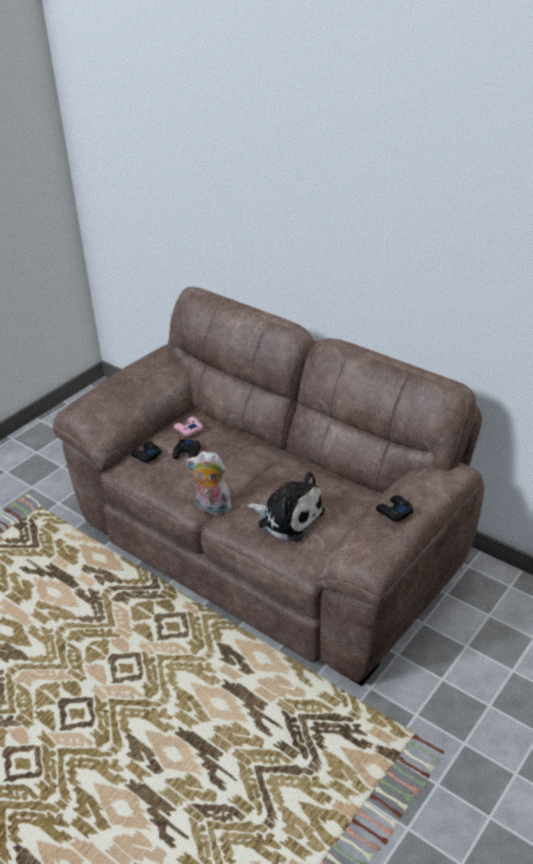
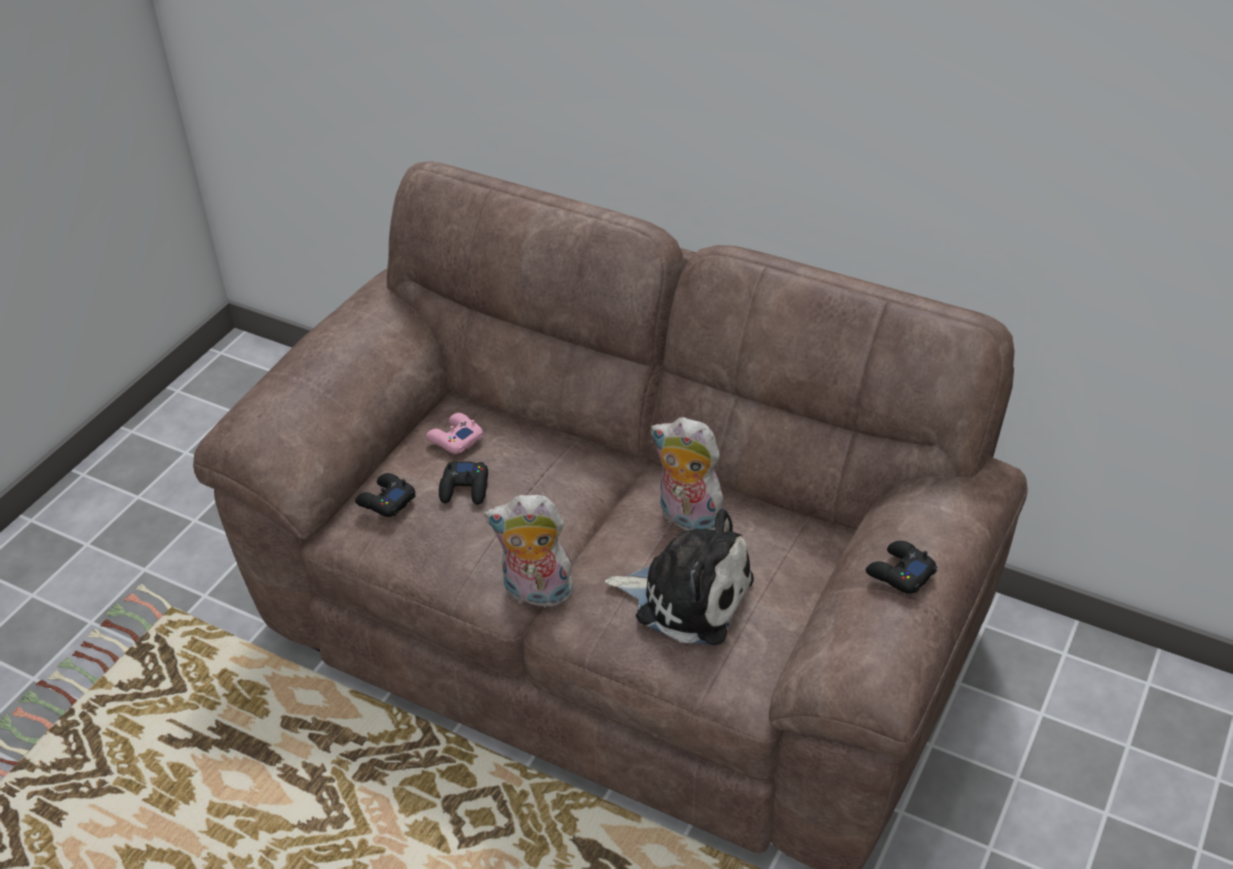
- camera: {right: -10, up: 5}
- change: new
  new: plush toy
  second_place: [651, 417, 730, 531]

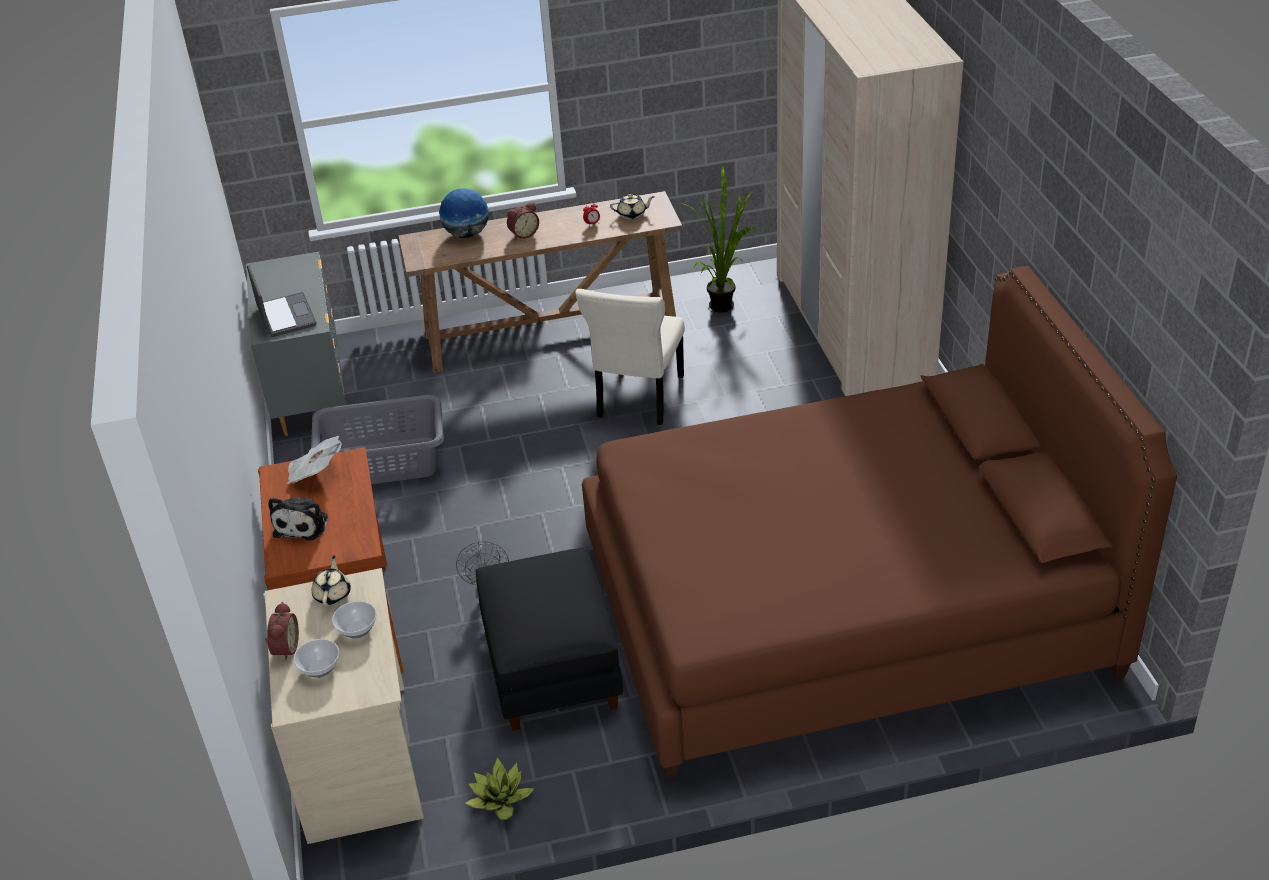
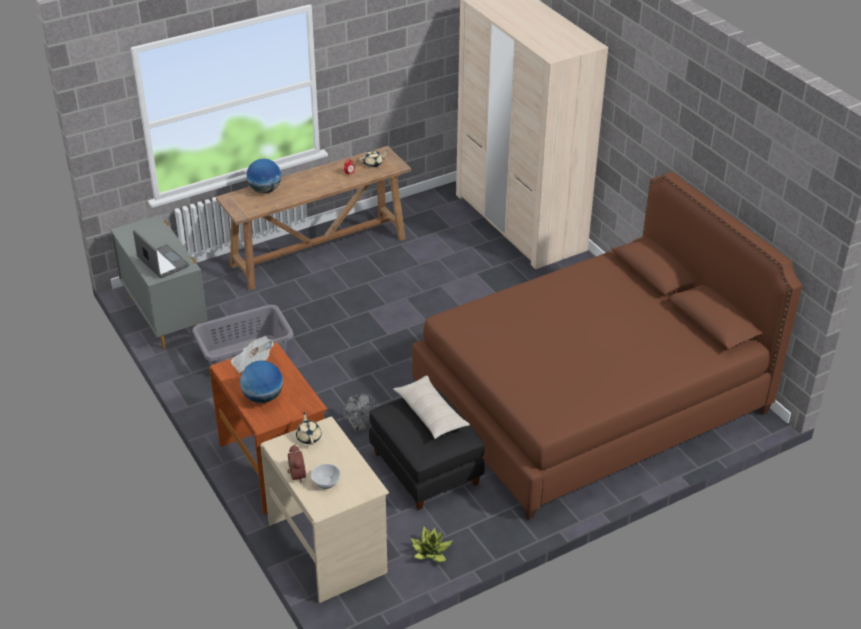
- camera: {right: -20, up: 0}
- change: gone
  old: potted plant
  first_place: [679, 166, 756, 313]
- change: gone
  old: alarm clock
  first_place: [507, 202, 539, 240]
- change: gone
  old: beige chair
  first_place: [575, 289, 685, 425]
- change: swapped
  old: plush toy
  new: globe
  first_place: [268, 497, 328, 541]
  second_place: [240, 361, 283, 403]
- change: gone
  old: bowl
  first_place: [332, 601, 377, 639]
- change: new
  new: beige pillow
  second_place: [393, 376, 470, 439]

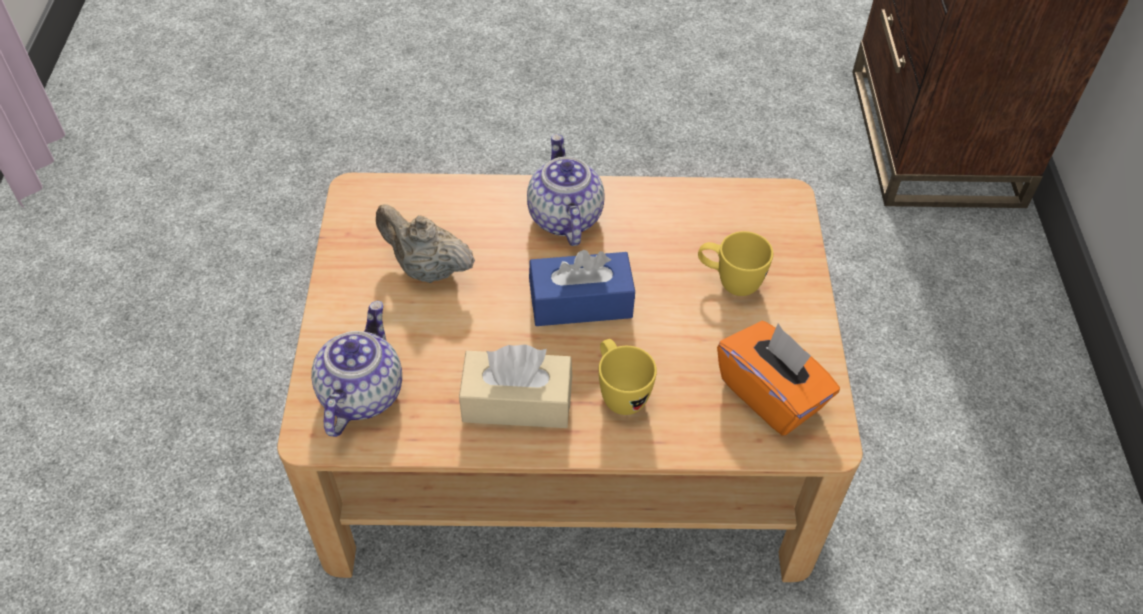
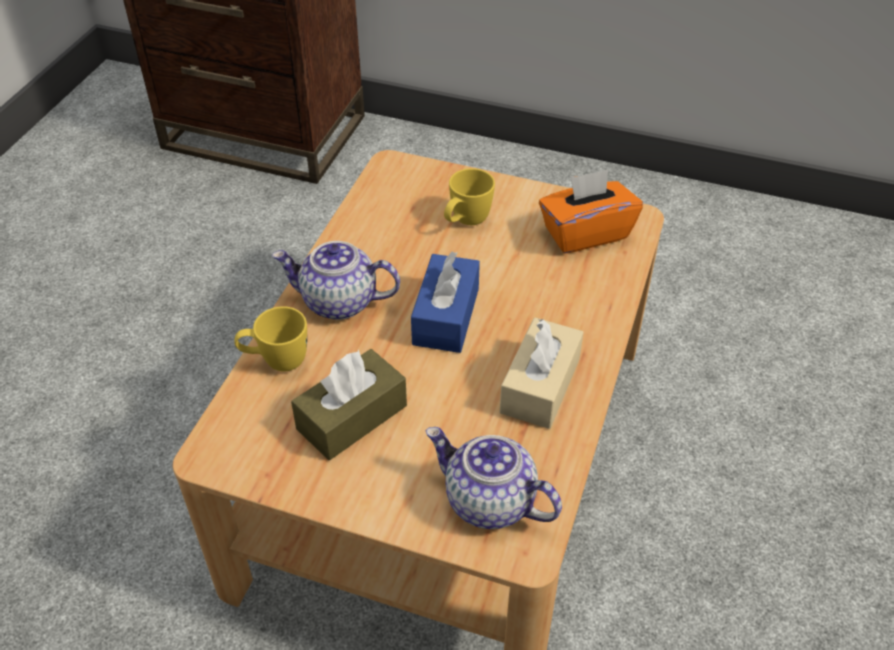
- camera: {right: -70, up: -5}
- change: swapped
  old: beige teapot
  new: brown tissue box
  first_place: [376, 204, 475, 283]
  second_place: [291, 349, 407, 460]
- change: shifted
  old: yellow mug
  first_place: [599, 339, 657, 415]
  second_place: [234, 306, 307, 371]

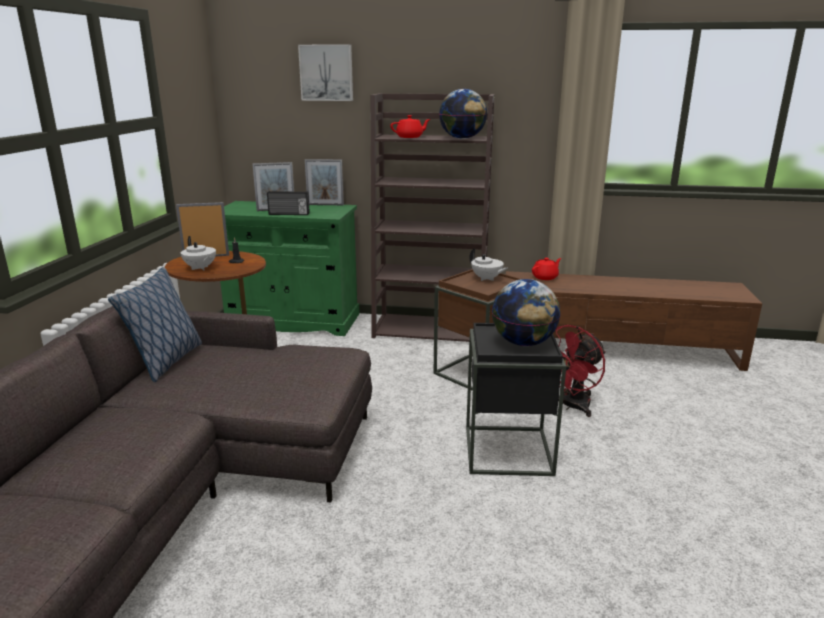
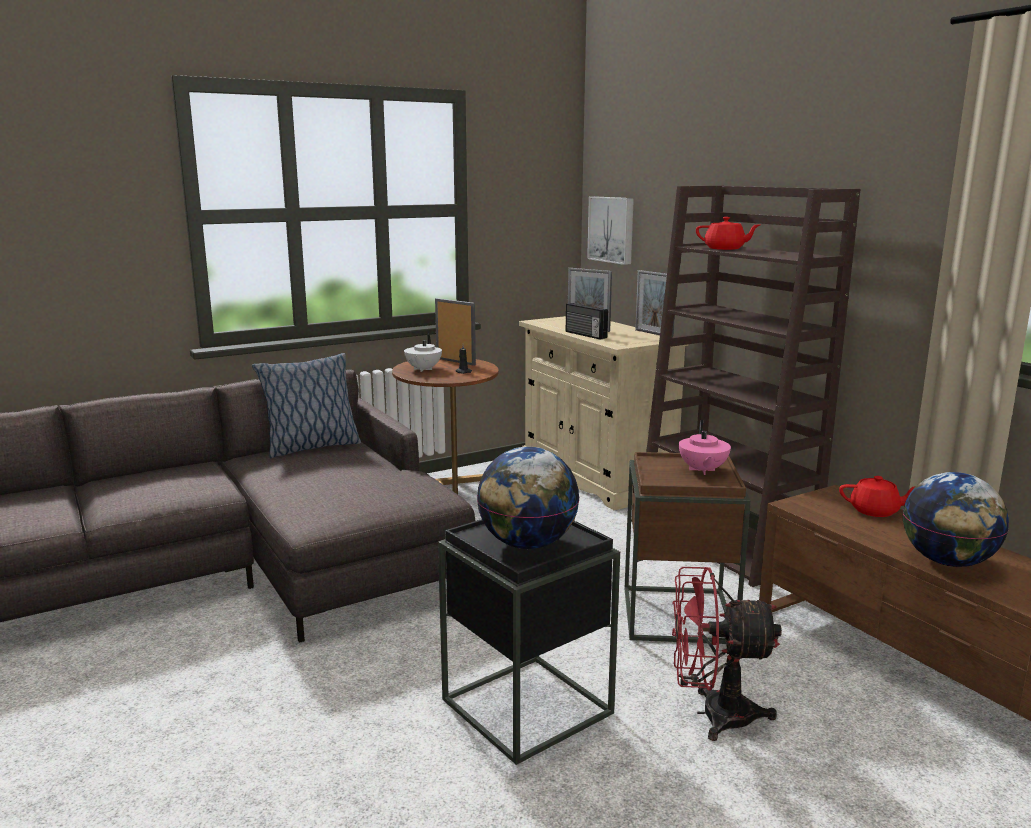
- camera: {right: 50, up: -5}
- change: shifted
  old: picture
  first_place: [298, 44, 353, 101]
  second_place: [587, 196, 634, 265]
- change: shifted
  old: globe
  first_place: [439, 89, 487, 139]
  second_place: [903, 472, 1009, 567]
- change: repainted
  old: green cabinet
  new: beige cabinet
  first_place: [220, 201, 360, 336]
  second_place: [519, 316, 688, 510]
- change: repainted
  old: white teapot
  new: pink teapot
  first_place: [470, 248, 508, 281]
  second_place: [679, 420, 731, 475]

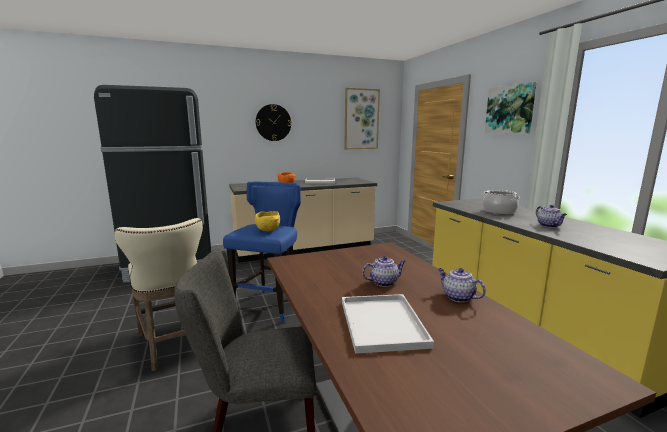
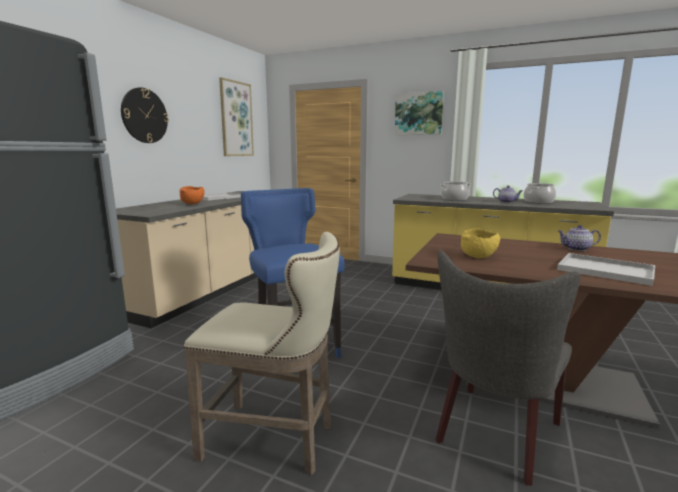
- camera: {right: -45, up: 0}
- change: shifted
  old: yellow bowl
  first_place: [255, 211, 280, 231]
  second_place: [461, 229, 500, 258]
- change: gone
  old: teapot
  first_place: [362, 256, 406, 287]
- change: new
  new: cooking pot
  second_place: [523, 183, 556, 204]

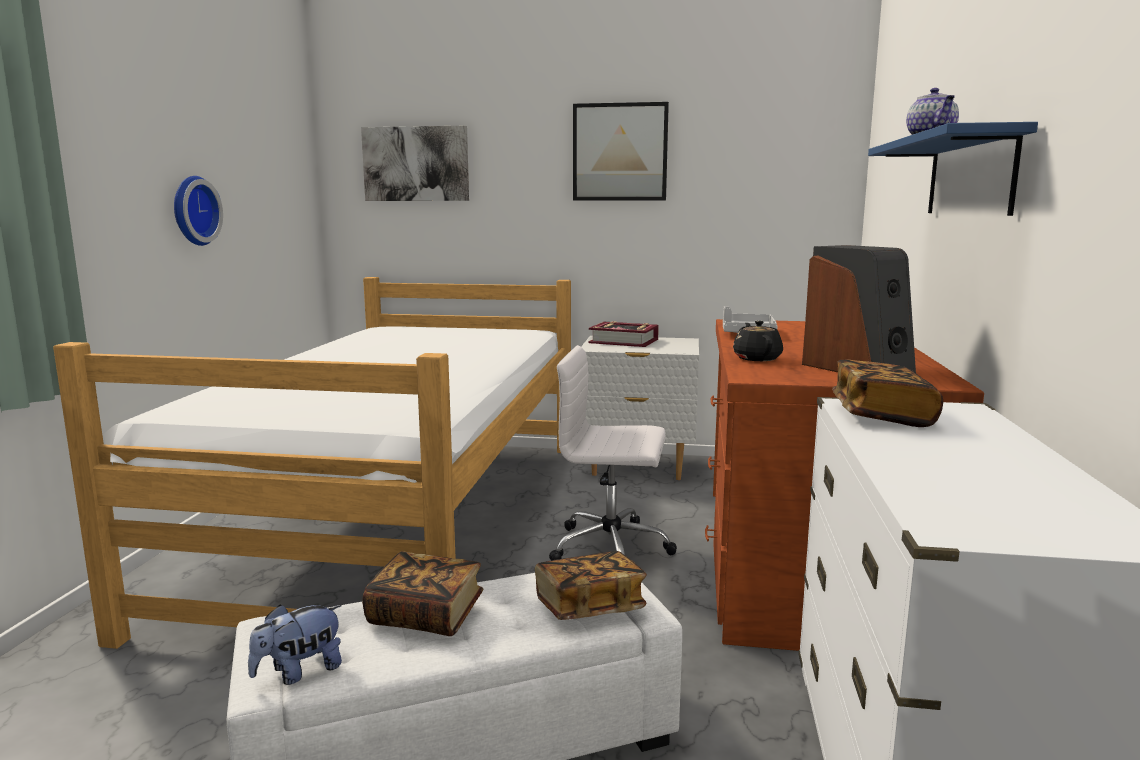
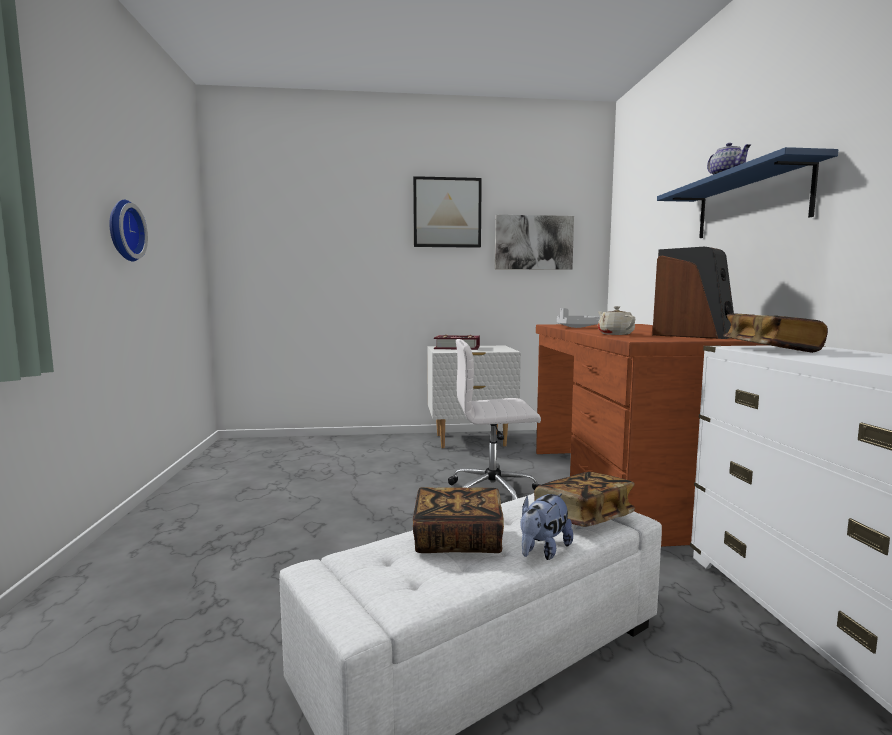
- camera: {right: -15, up: -5}
- change: shifted
  old: picture
  first_place: [361, 126, 469, 201]
  second_place: [495, 215, 574, 270]
- change: gone
  old: bed
  first_place: [53, 277, 571, 649]
- change: repainted
  old: black teapot
  new: beige teapot
  first_place: [733, 321, 783, 361]
  second_place: [598, 306, 635, 335]
- change: shifted
  old: plush toy
  first_place: [248, 604, 342, 685]
  second_place: [520, 494, 573, 560]

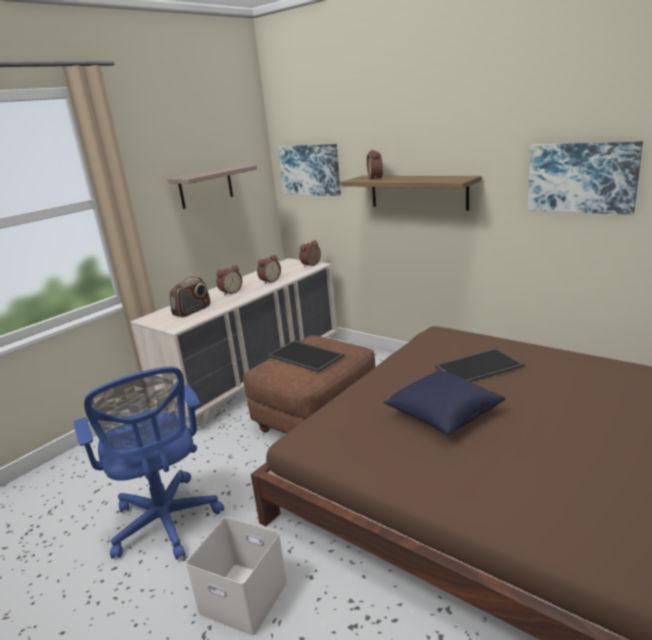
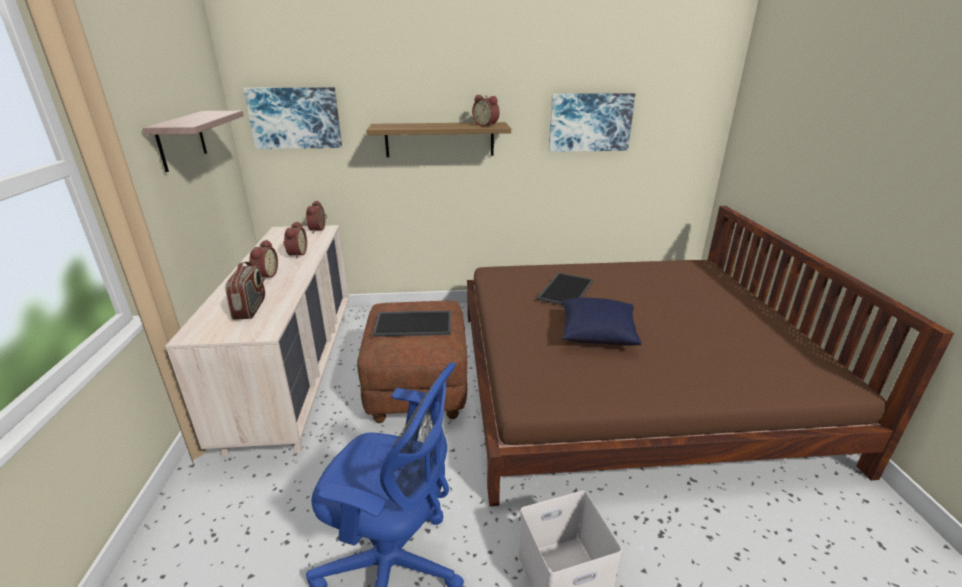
- camera: {right: -45, up: 5}
- change: shifted
  old: alarm clock
  first_place: [367, 150, 383, 180]
  second_place: [472, 95, 500, 127]

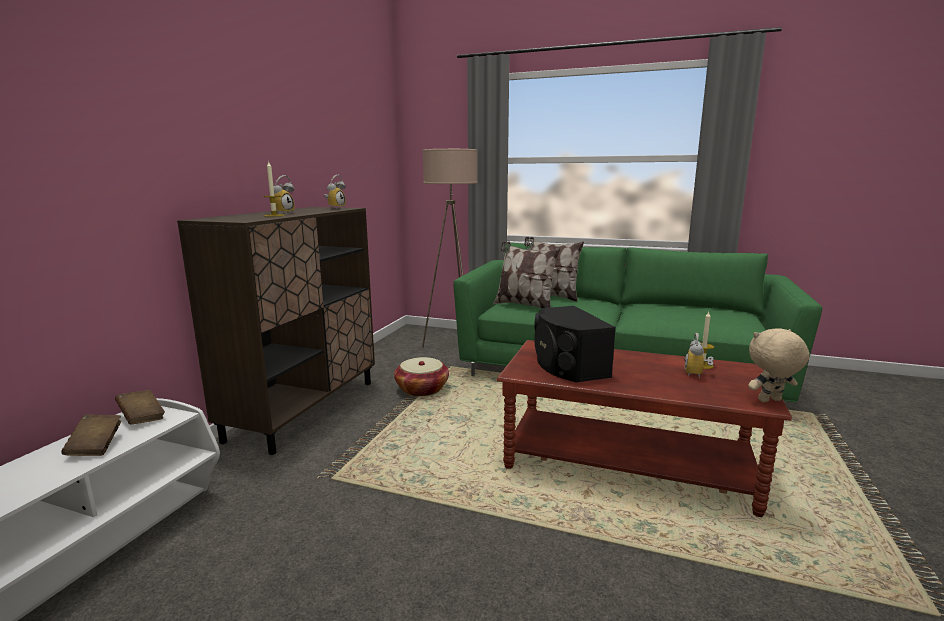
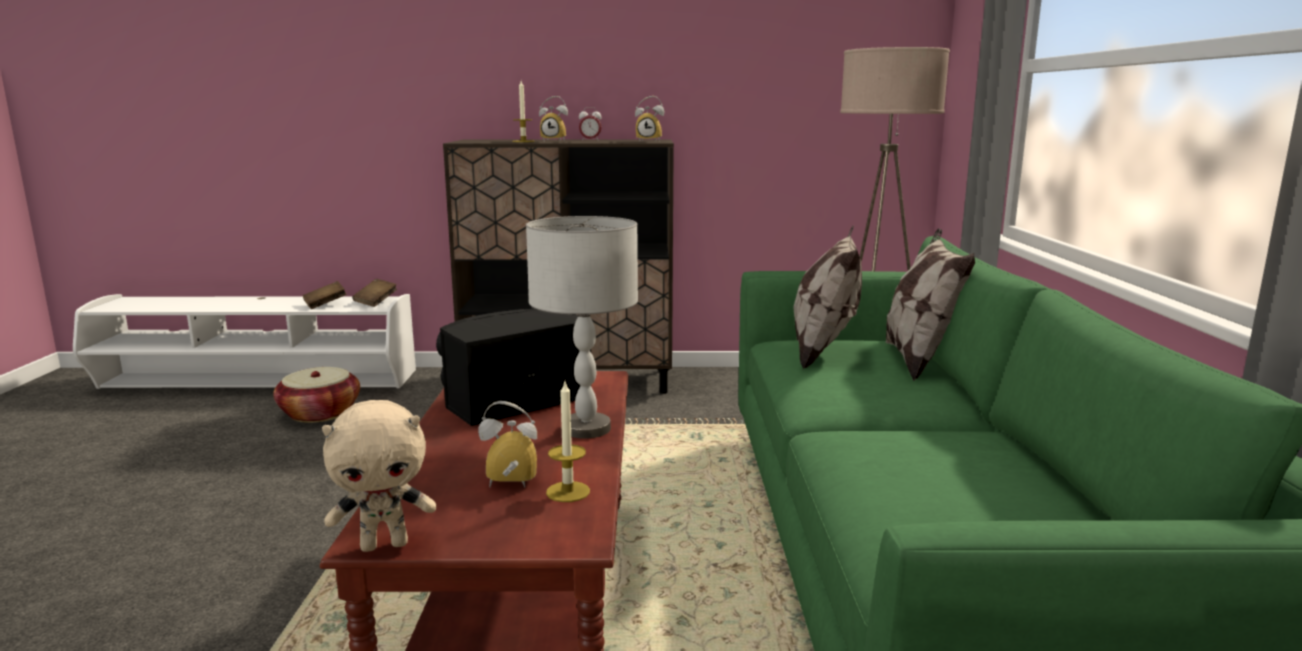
- camera: {right: 70, up: 0}
- change: rotated
  old: beige plush toy
  first_place: [748, 328, 810, 403]
  second_place: [322, 400, 436, 552]
  degrees: 105
- change: shifted
  old: basket
  first_place: [394, 357, 449, 396]
  second_place: [273, 367, 360, 423]
- change: new
  new: alarm clock
  second_place: [578, 107, 602, 141]
- change: new
  new: grey table lamp
  second_place: [526, 216, 638, 439]

